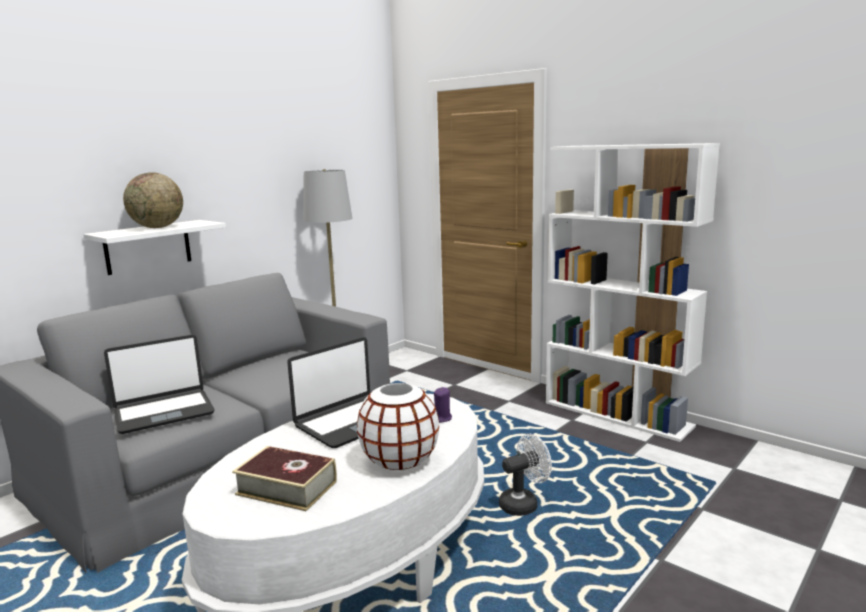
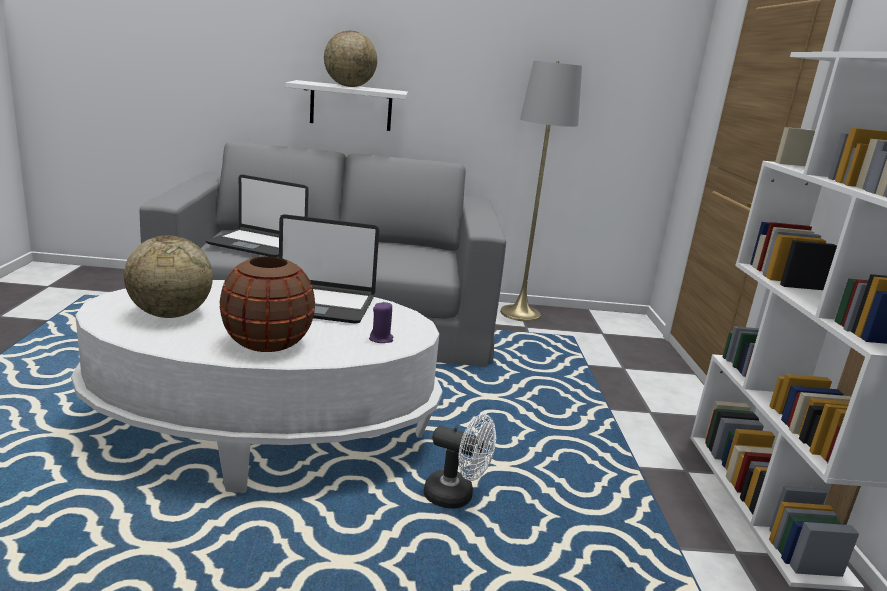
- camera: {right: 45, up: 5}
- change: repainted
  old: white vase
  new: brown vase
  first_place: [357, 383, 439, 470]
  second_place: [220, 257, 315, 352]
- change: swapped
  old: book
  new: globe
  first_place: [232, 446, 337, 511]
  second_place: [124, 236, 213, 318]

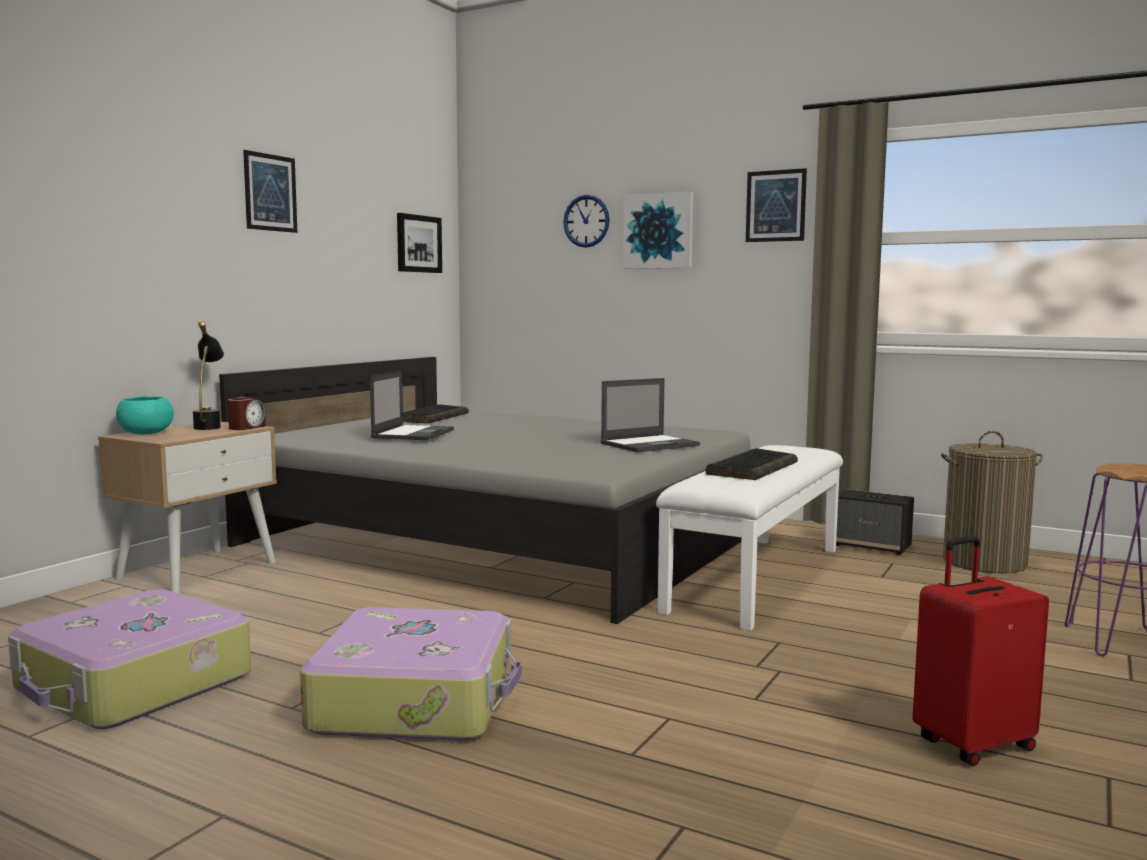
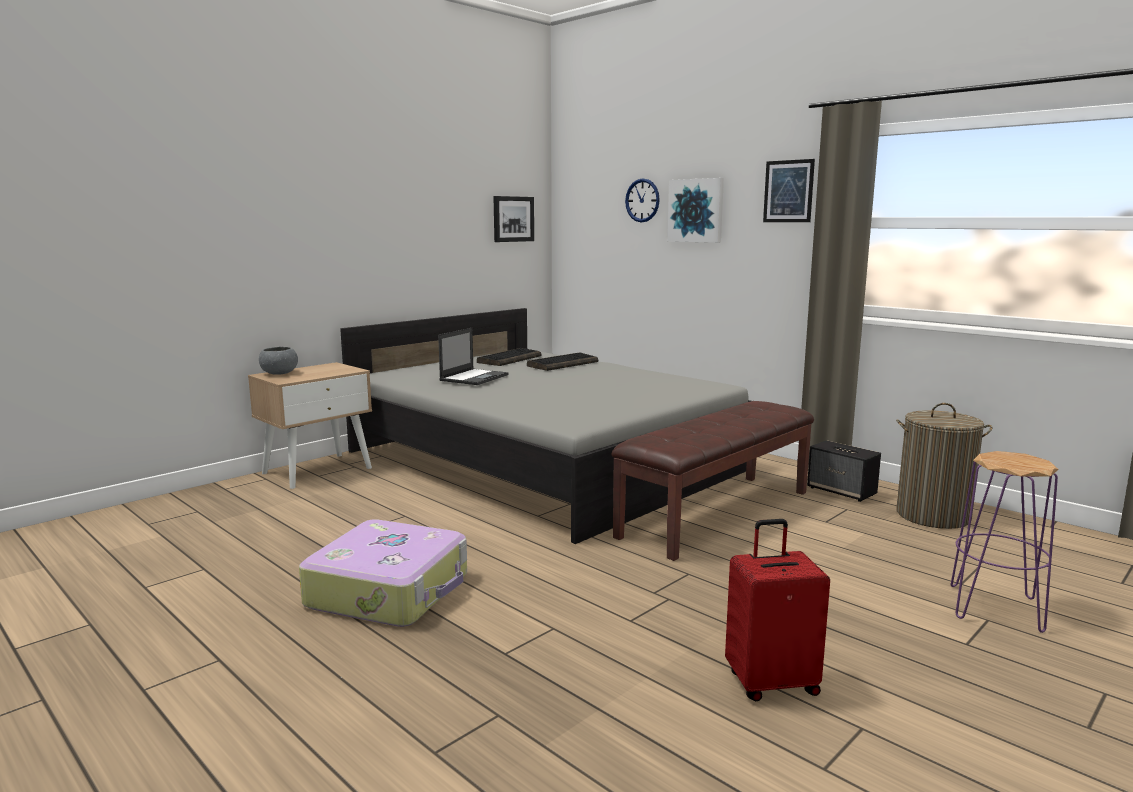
- camera: {right: 15, up: 5}
- change: gone
  old: picture
  first_place: [243, 150, 297, 233]
- change: gone
  old: black table lamp
  first_place: [193, 321, 224, 430]
- change: gone
  old: laptop
  first_place: [601, 378, 700, 452]
- change: repainted
  old: turquoise bowl
  new: grey bowl
  first_place: [116, 396, 174, 434]
  second_place: [259, 346, 298, 375]
- change: gone
  old: alarm clock
  first_place: [228, 397, 266, 430]
- change: repainted
  old: white bench
  new: brown bench
  first_place: [656, 445, 843, 631]
  second_place: [611, 401, 814, 561]
- change: shifted
  old: keyboard
  first_place: [706, 448, 798, 480]
  second_place: [527, 352, 598, 371]
- change: gone
  old: suitcase
  first_place: [8, 589, 251, 729]

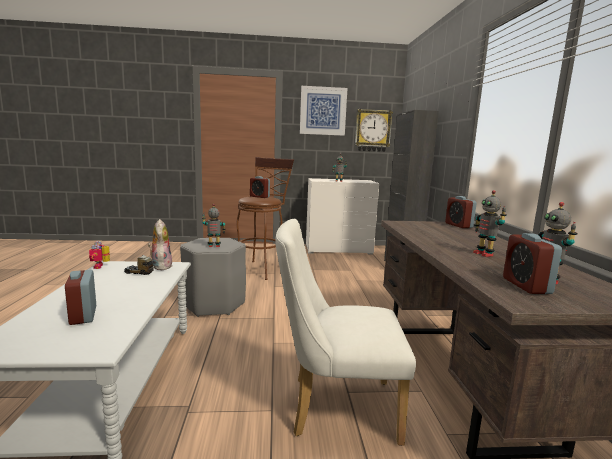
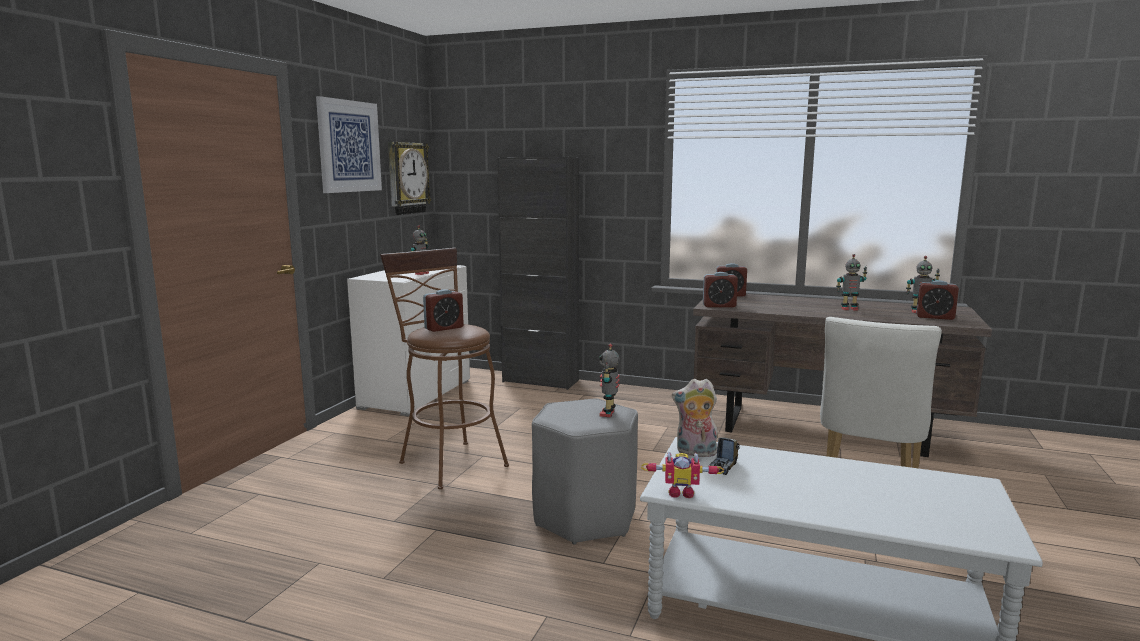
- camera: {right: -65, up: 0}
- change: shifted
  old: alarm clock
  first_place: [65, 270, 96, 325]
  second_place: [703, 272, 738, 307]

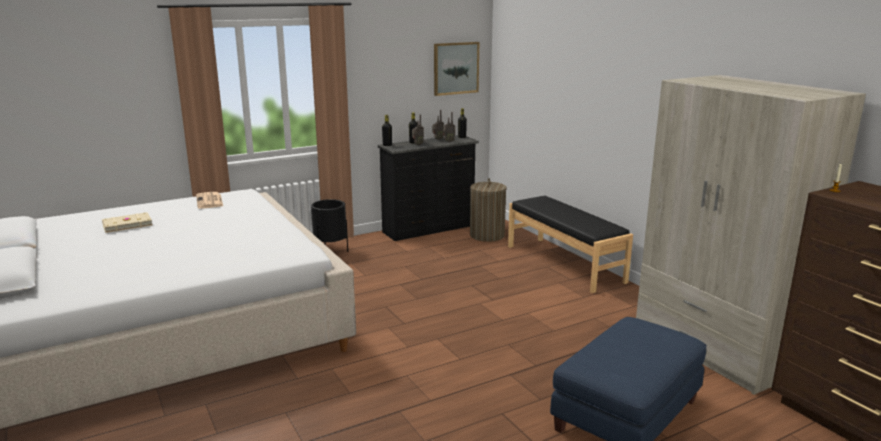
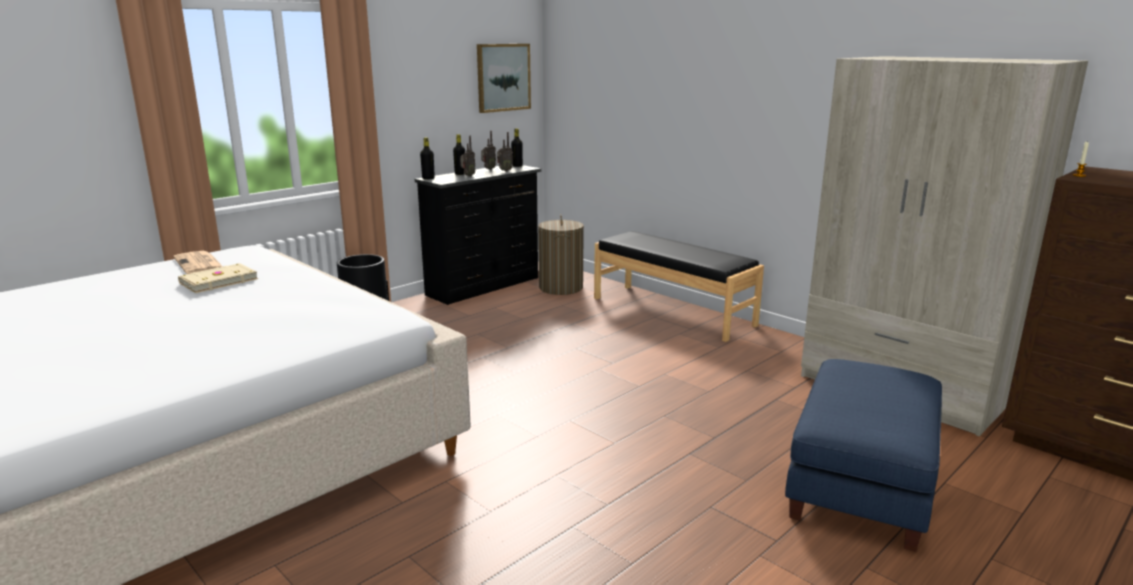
- camera: {right: -15, up: 0}
- change: shifted
  old: beige book
  first_place: [102, 212, 152, 233]
  second_place: [178, 263, 258, 293]

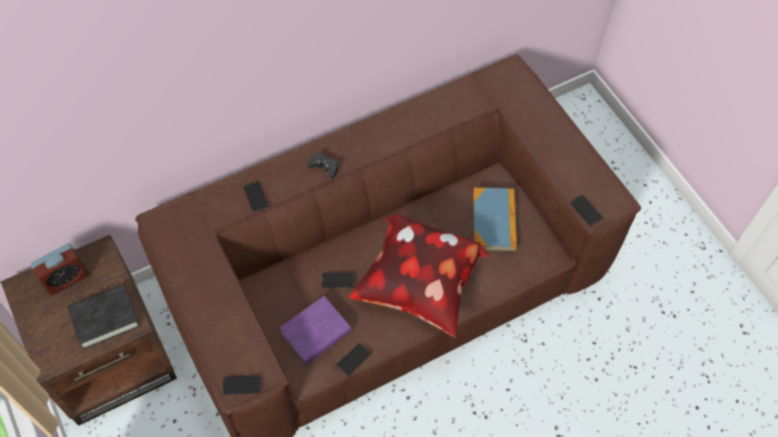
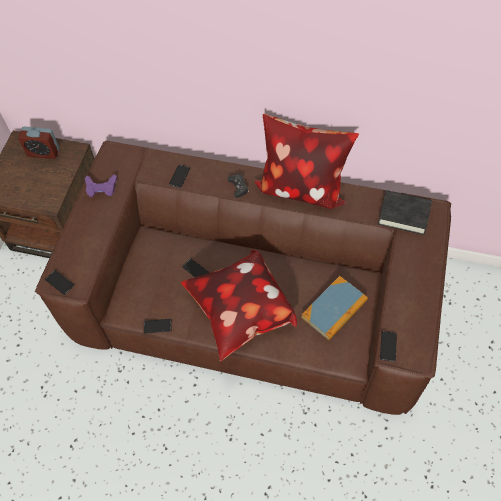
- camera: {right: 45, up: 0}
- change: shifted
  old: black book
  first_place: [67, 284, 140, 350]
  second_place: [378, 190, 432, 235]
- change: gone
  old: purple book
  first_place: [279, 296, 352, 365]
- change: new
  new: pillow
  second_place: [254, 114, 359, 209]
- change: new
  new: purple game controller
  second_place: [85, 174, 117, 197]

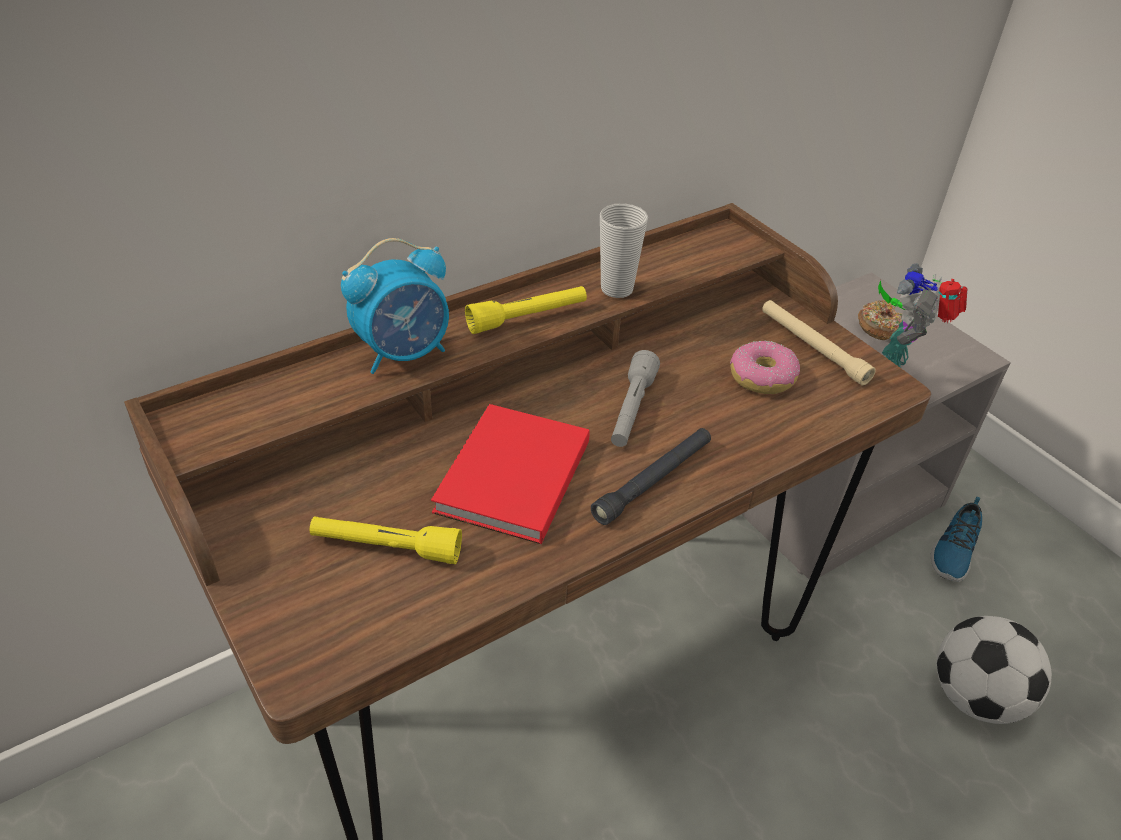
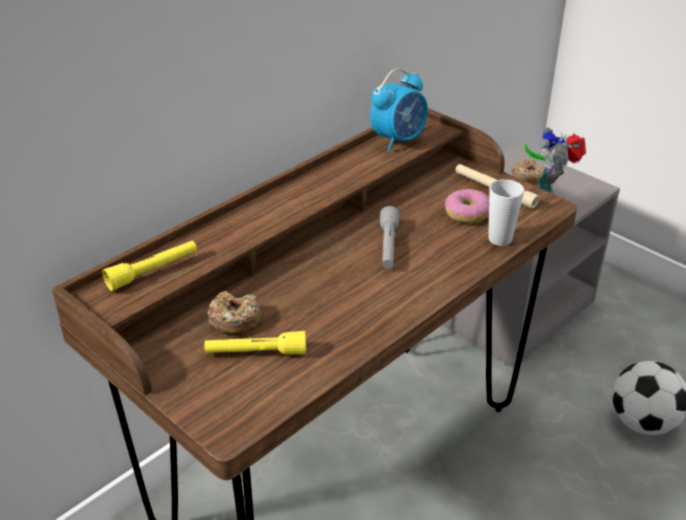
- camera: {right: -10, up: -5}
- change: shifted
  old: cup
  first_place: [600, 203, 648, 298]
  second_place: [488, 179, 525, 246]
- change: shifted
  old: alarm clock
  first_place: [341, 238, 449, 374]
  second_place: [370, 69, 428, 151]
- change: shifted
  old: yellow flashlight
  first_place: [465, 286, 587, 334]
  second_place: [102, 241, 197, 291]
- change: gone
  old: red book
  first_place: [431, 404, 590, 544]
- change: gone
  old: black flashlight
  first_place: [591, 428, 711, 525]
- change: gone
  old: shoe
  first_place: [931, 497, 982, 582]
- change: new
  new: donut
  second_place: [207, 291, 261, 335]

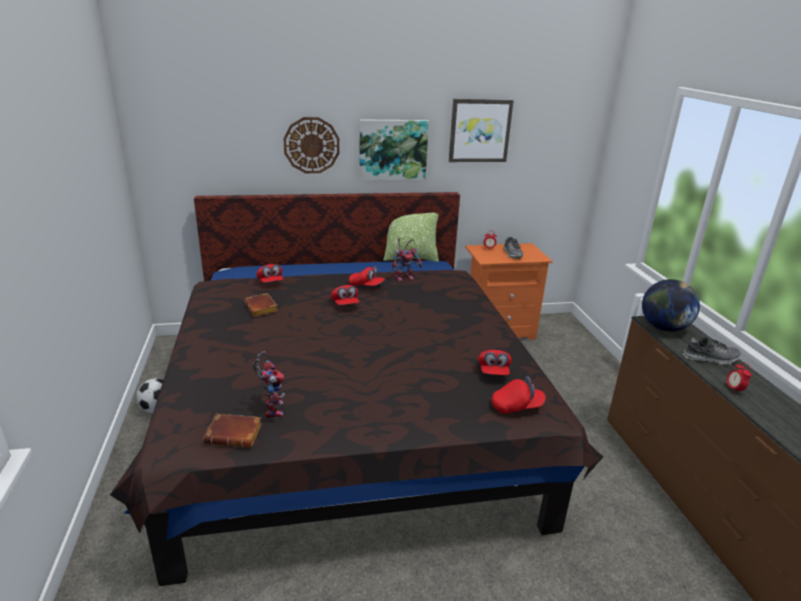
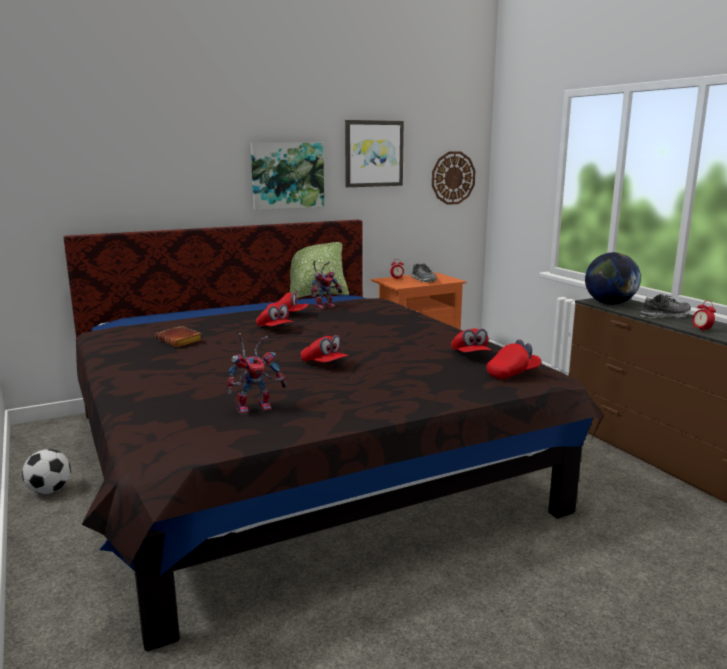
- camera: {right: -15, up: -10}
- change: shifted
  old: wall clock
  first_place: [283, 117, 340, 173]
  second_place: [432, 151, 475, 205]
- change: shifted
  old: red cap
  first_place: [256, 264, 284, 283]
  second_place: [301, 335, 349, 363]
- change: rotated
  old: toy robot
  first_place: [253, 351, 285, 418]
  second_place: [227, 333, 287, 414]
  degrees: 90
- change: gone
  old: brown book
  first_place: [203, 414, 262, 447]

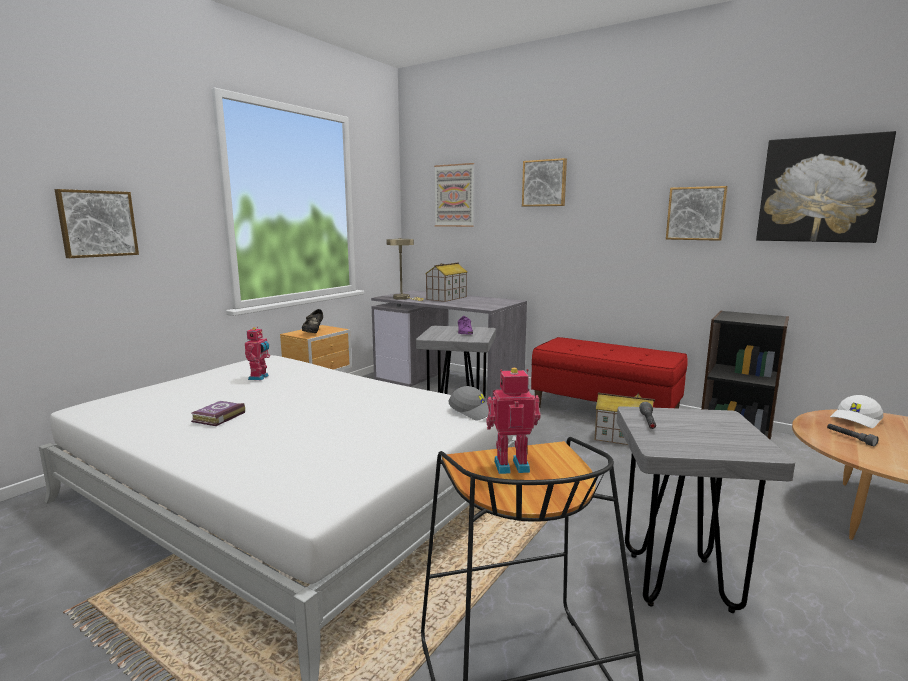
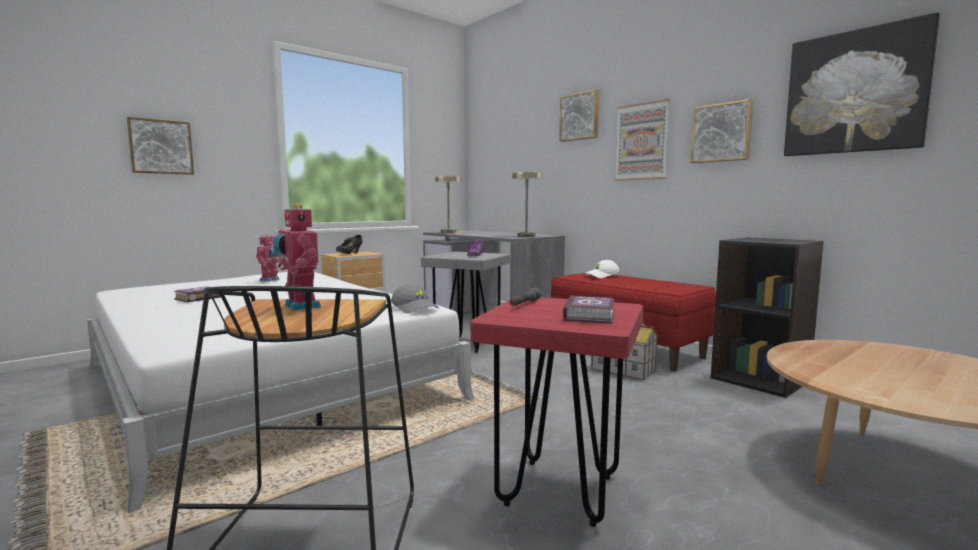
- camera: {right: 15, up: -5}
- change: shifted
  old: picture
  first_place: [434, 163, 474, 227]
  second_place: [615, 99, 670, 181]
- change: gone
  old: toy house
  first_place: [425, 263, 468, 302]
- change: rotated
  old: toy robot
  first_place: [486, 368, 541, 474]
  second_place: [273, 204, 321, 311]
  degrees: -135
- change: shifted
  old: white cap
  first_place: [830, 395, 883, 428]
  second_place: [585, 260, 620, 278]
- change: repainted
  old: grey stool
  new: red stool
  first_place: [617, 406, 795, 613]
  second_place: [471, 296, 643, 527]
- change: gone
  old: grey flashlight
  first_place: [827, 424, 879, 446]
- change: new
  new: beige table lamp
  second_place: [512, 172, 542, 237]
- change: new
  new: book
  second_place: [563, 295, 615, 324]

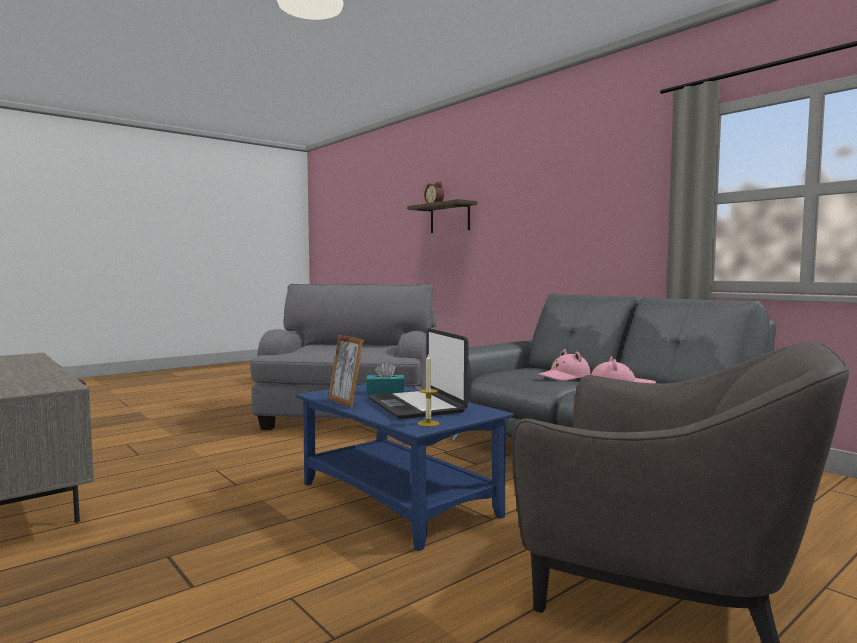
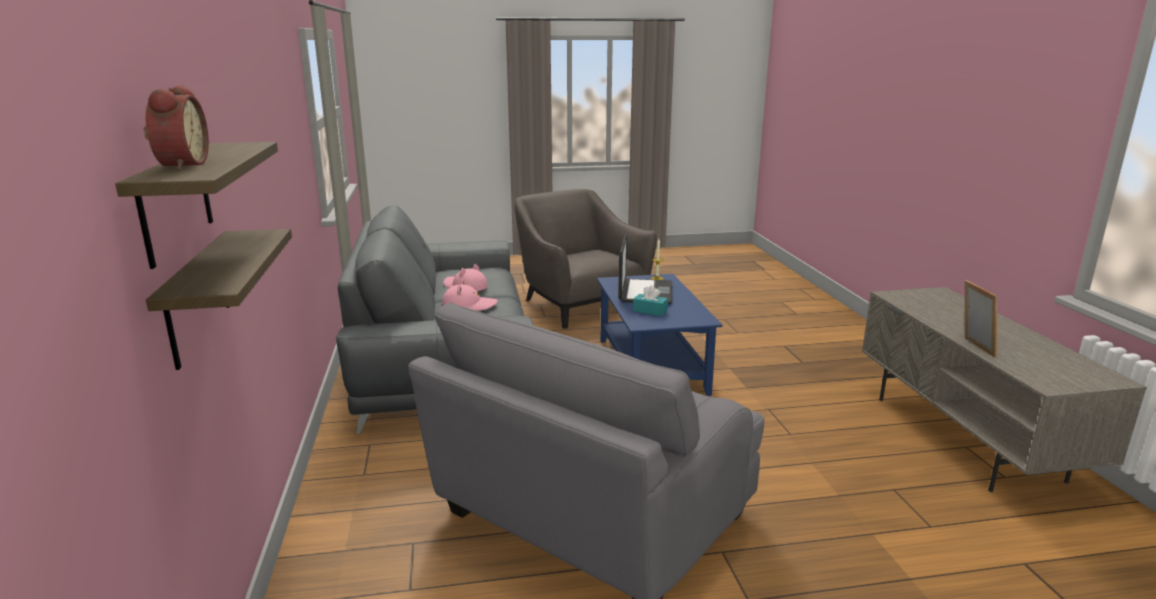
- camera: {right: -150, up: 15}
- change: shifted
  old: picture frame
  first_place: [328, 335, 364, 408]
  second_place: [965, 280, 997, 357]
- change: new
  new: shelf
  second_place: [146, 229, 292, 370]

